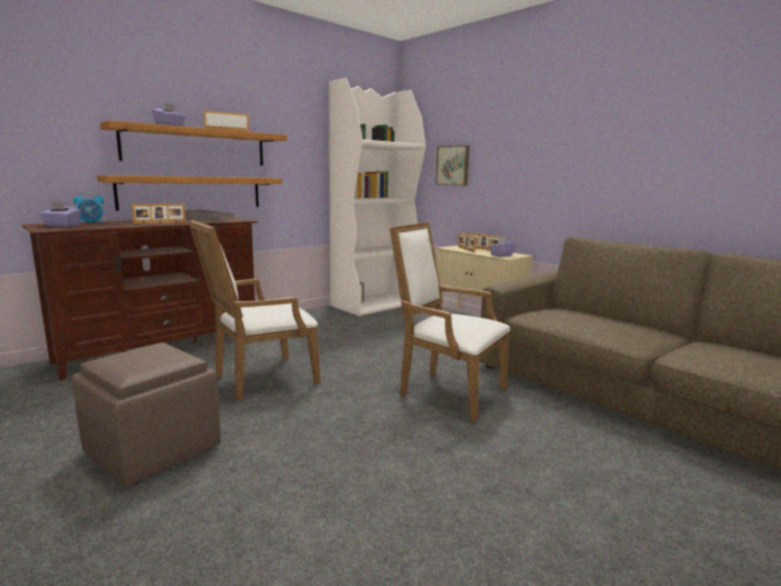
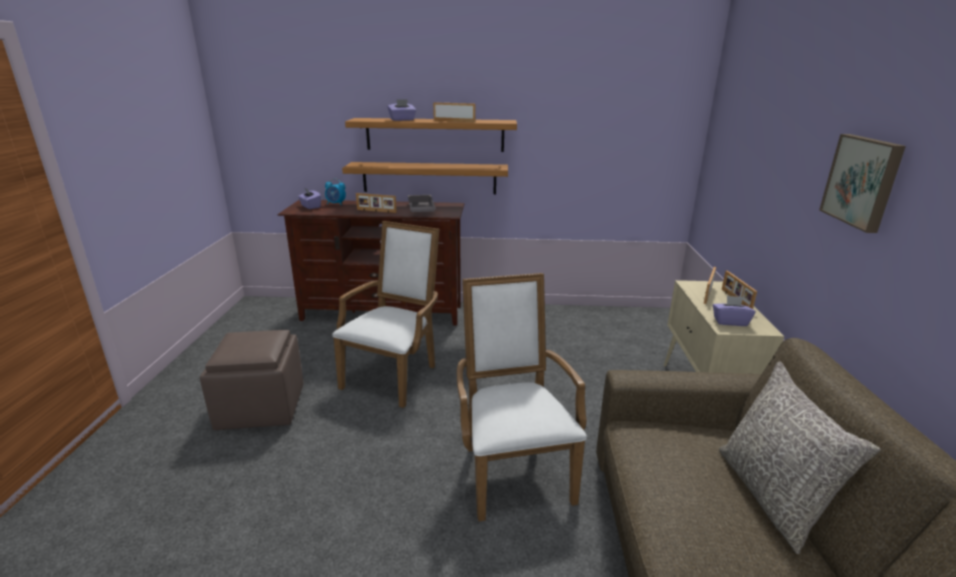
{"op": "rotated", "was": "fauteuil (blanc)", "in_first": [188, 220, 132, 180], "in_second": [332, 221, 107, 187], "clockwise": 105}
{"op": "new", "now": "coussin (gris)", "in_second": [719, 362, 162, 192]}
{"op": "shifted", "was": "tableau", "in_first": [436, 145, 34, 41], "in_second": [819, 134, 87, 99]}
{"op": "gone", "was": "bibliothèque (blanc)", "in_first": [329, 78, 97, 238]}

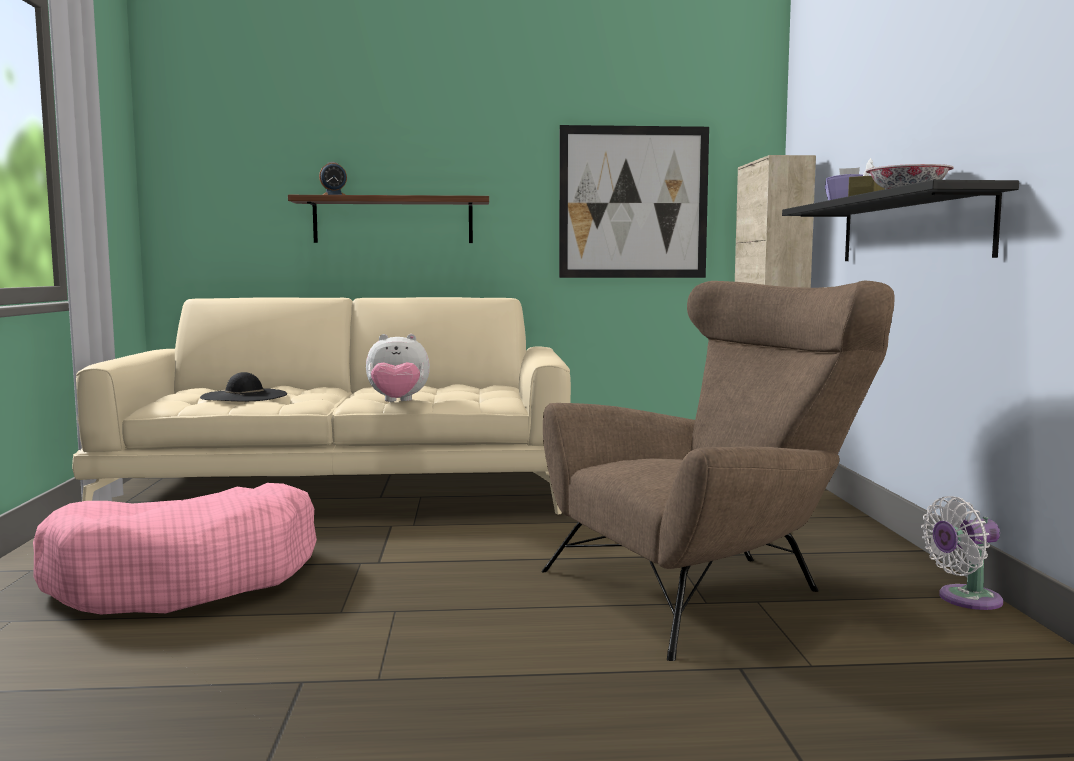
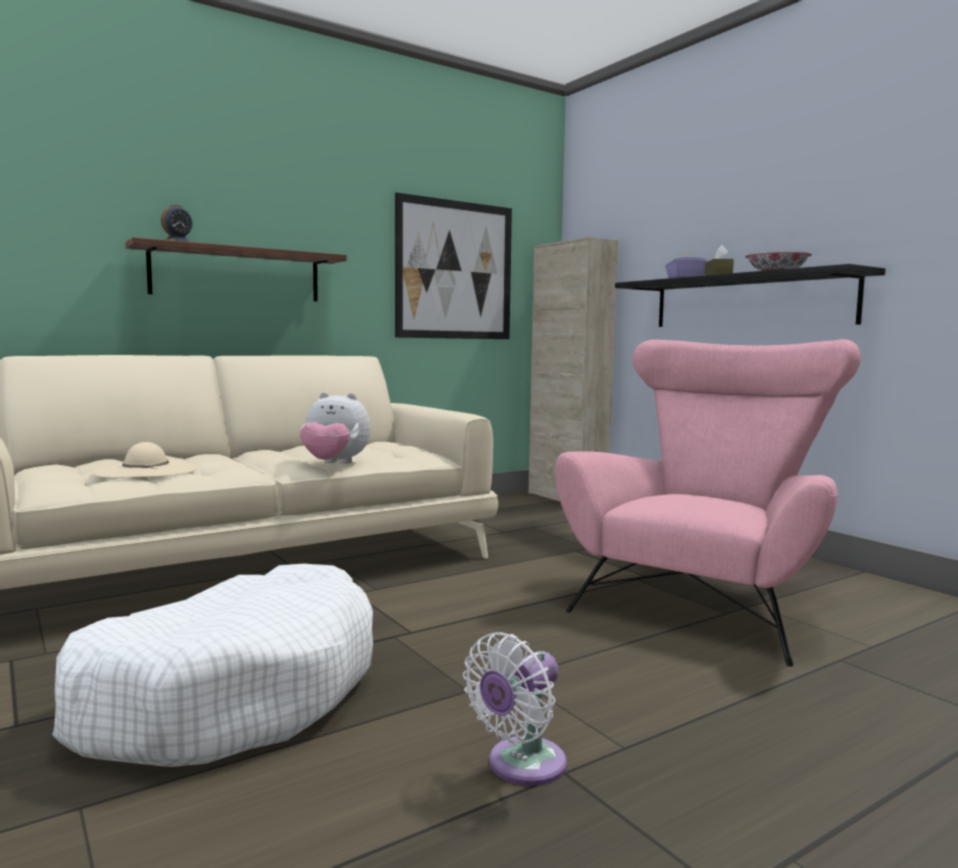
{"op": "repainted", "was": "panier pour chien (rose)", "now": "panier pour chien (blanc)", "in_first": [33, 483, 284, 132], "in_second": [53, 564, 320, 203]}
{"op": "repainted", "was": "chapeau (noir)", "now": "chapeau (beige)", "in_first": [200, 372, 87, 29], "in_second": [91, 442, 107, 36]}
{"op": "rotated", "was": "peluche", "in_first": [366, 334, 64, 68], "in_second": [300, 392, 71, 71], "clockwise": 45}
{"op": "shifted", "was": "ventilateur (blanc)", "in_first": [921, 496, 82, 114], "in_second": [463, 632, 104, 154]}
{"op": "repainted", "was": "fauteuil (marron)", "now": "fauteuil (rose)", "in_first": [541, 281, 353, 380], "in_second": [556, 339, 305, 328]}

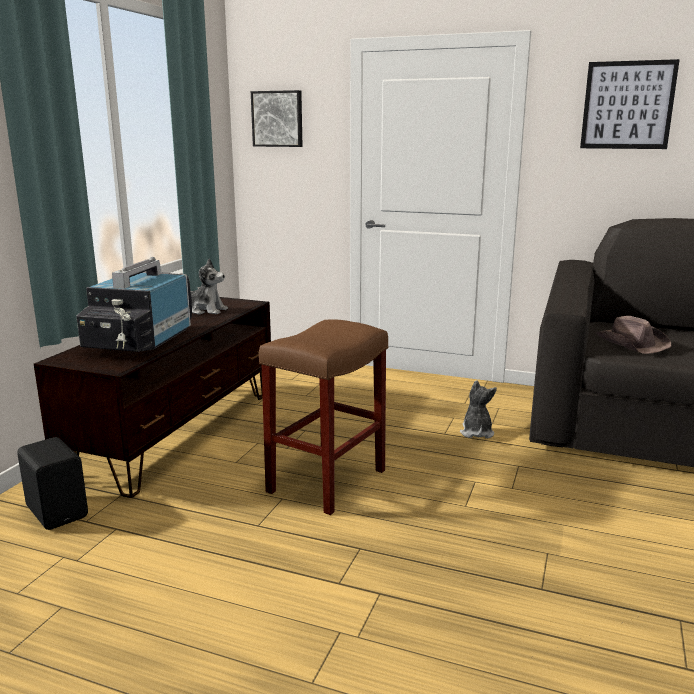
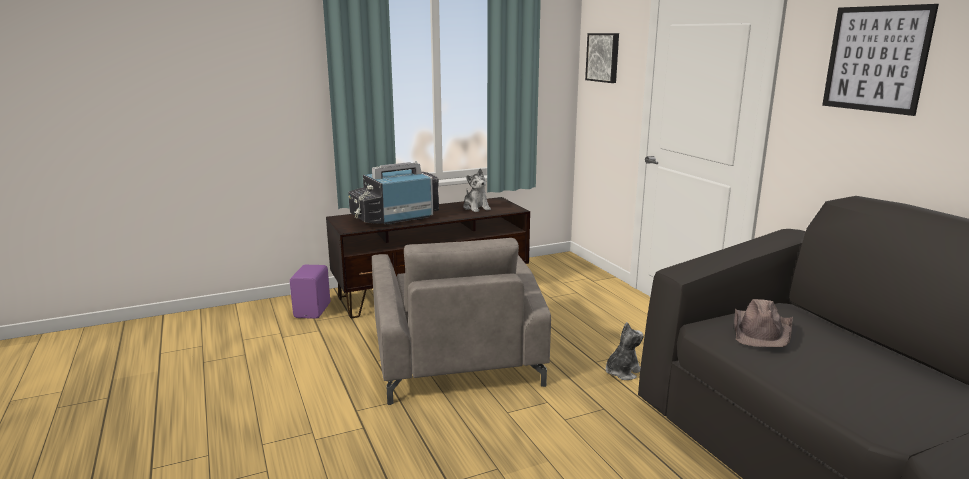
{"op": "repainted", "was": "enceinte (noir)", "now": "enceinte (violet)", "in_first": [17, 437, 71, 93], "in_second": [290, 265, 40, 54]}
{"op": "swapped", "was": "tabouret (marron)", "now": "fauteuil (gris)", "in_first": [259, 319, 129, 196], "in_second": [372, 238, 179, 167]}

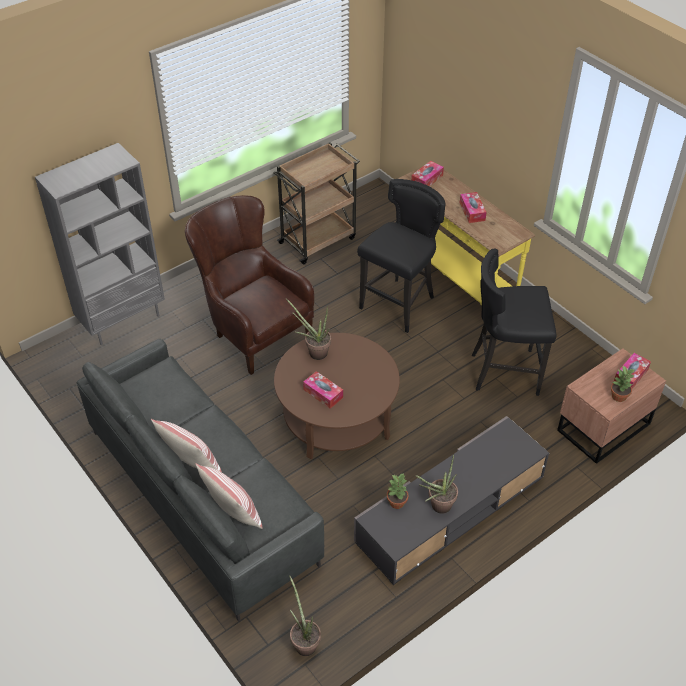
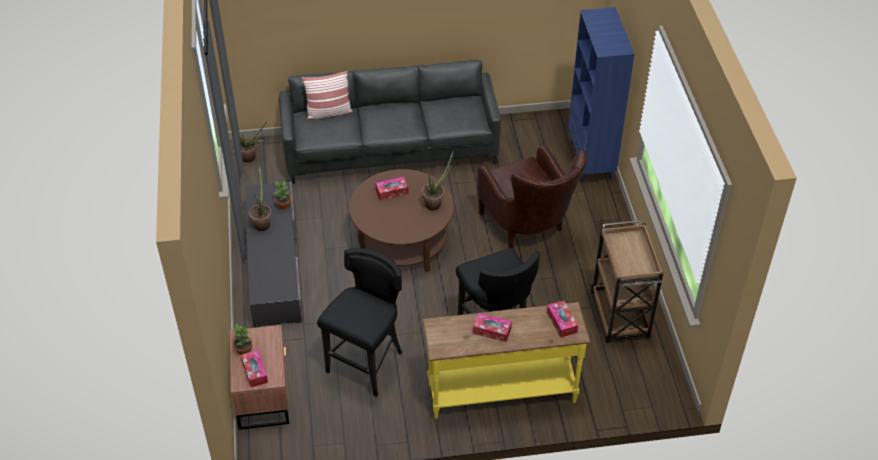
{"op": "rotated", "was": "fauteuil (marron)", "in_first": [185, 195, 129, 180], "in_second": [477, 145, 110, 103], "clockwise": 75}
{"op": "repainted", "was": "bibliothèque (gris)", "now": "bibliothèque (bleu)", "in_first": [35, 143, 130, 202], "in_second": [568, 7, 67, 176]}
{"op": "gone", "was": "coussin", "in_first": [151, 419, 71, 53]}

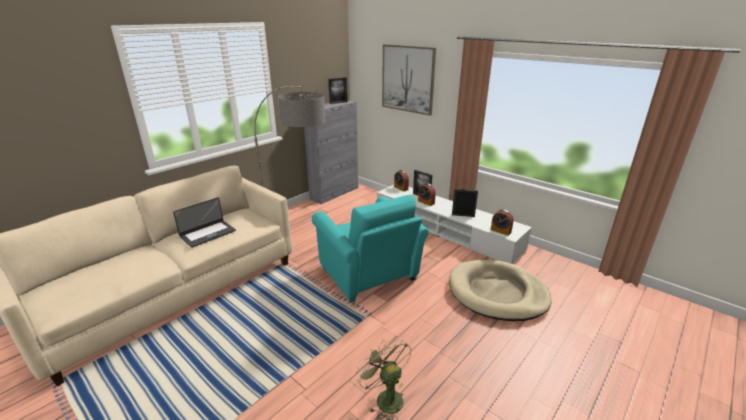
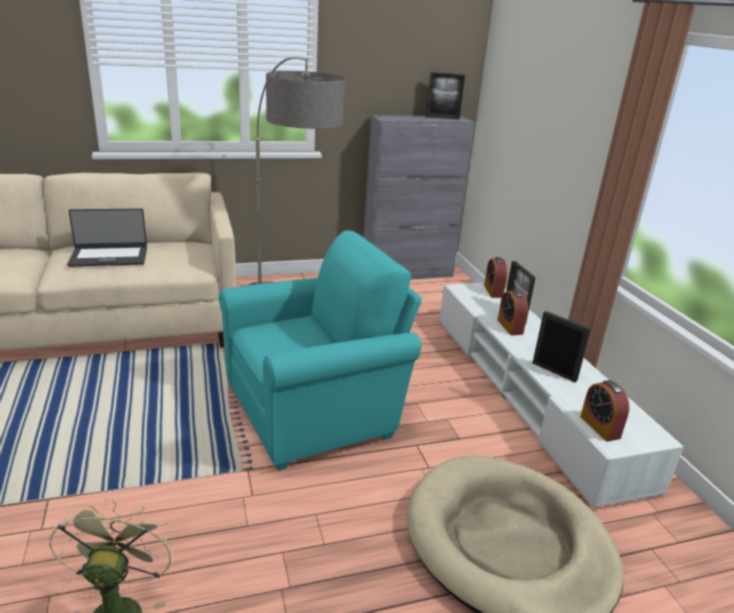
{"op": "rotated", "was": "fauteuil (turquoise)", "in_first": [312, 195, 117, 108], "in_second": [219, 230, 203, 241], "clockwise": -120}
{"op": "gone", "was": "tableau", "in_first": [382, 44, 54, 71]}

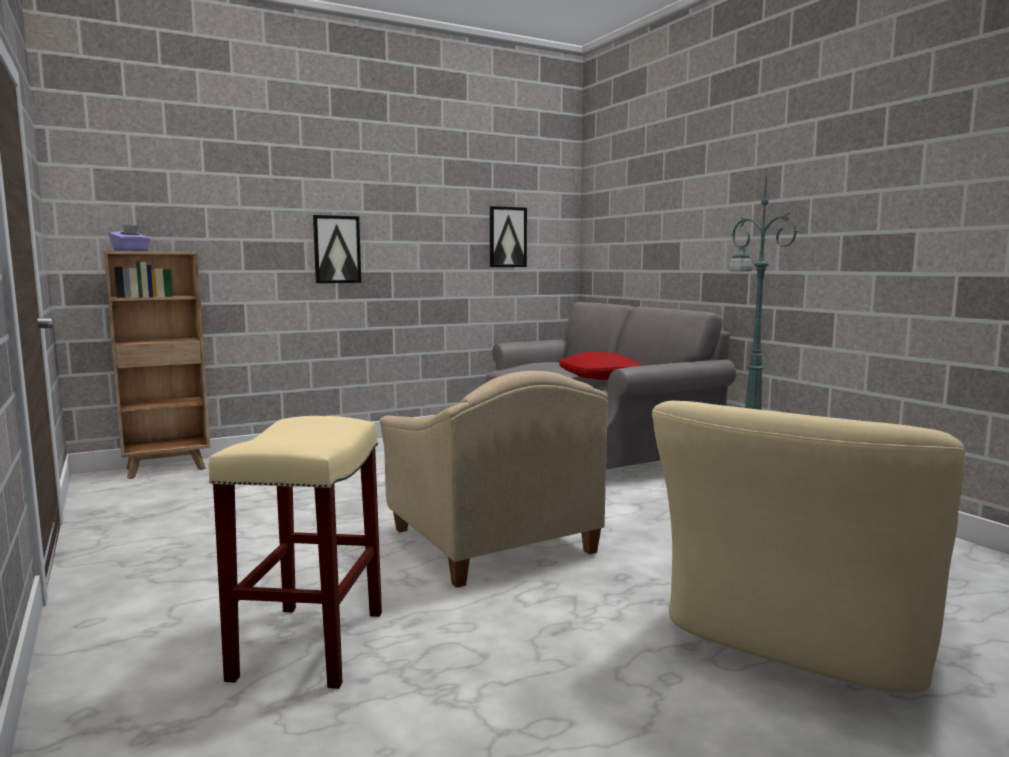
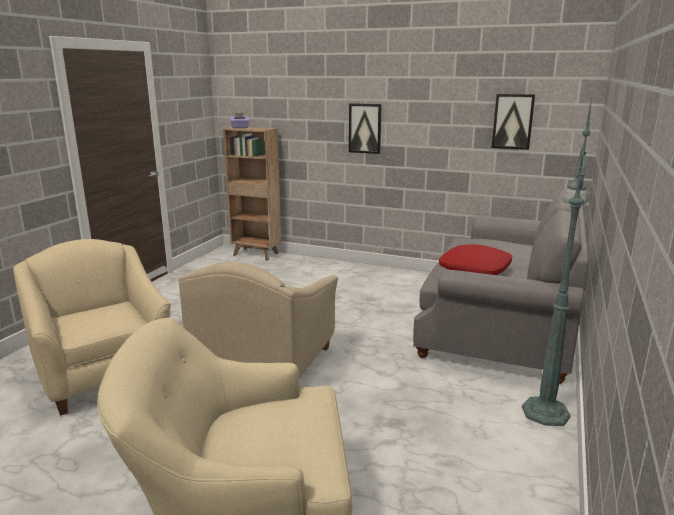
{"op": "swapped", "was": "tabouret (beige)", "now": "fauteuil (beige)", "in_first": [209, 416, 173, 273], "in_second": [13, 239, 158, 177]}

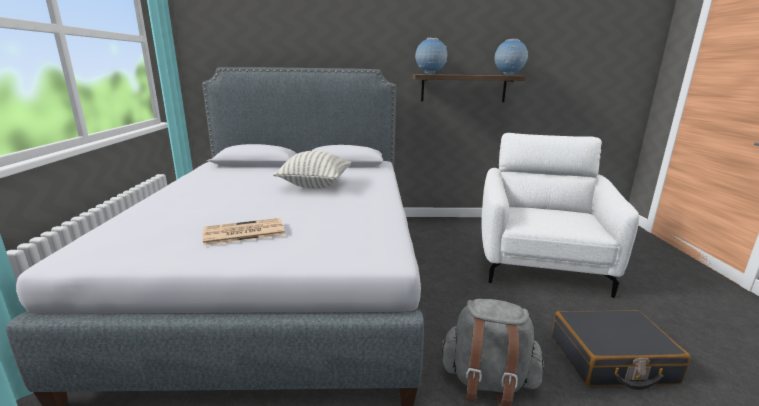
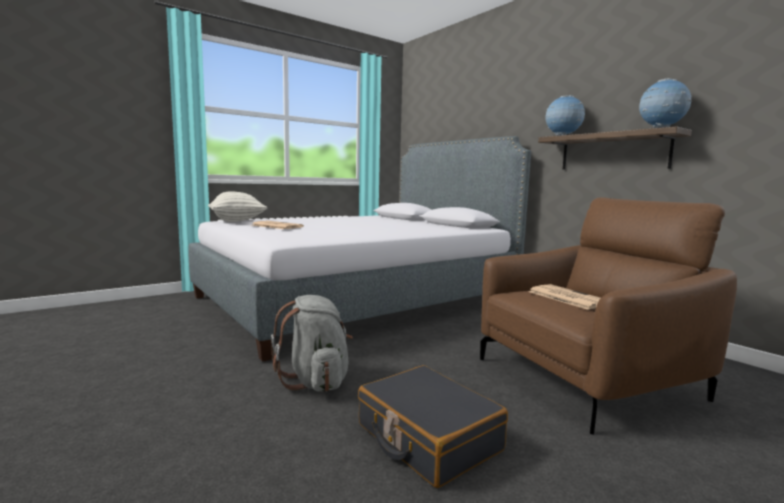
{"op": "shifted", "was": "coussin", "in_first": [273, 151, 78, 38], "in_second": [208, 191, 59, 31]}
{"op": "repainted", "was": "fauteuil (blanc)", "now": "fauteuil (marron)", "in_first": [481, 133, 158, 165], "in_second": [480, 197, 257, 238]}
{"op": "new", "now": "journal", "in_second": [529, 284, 71, 26]}

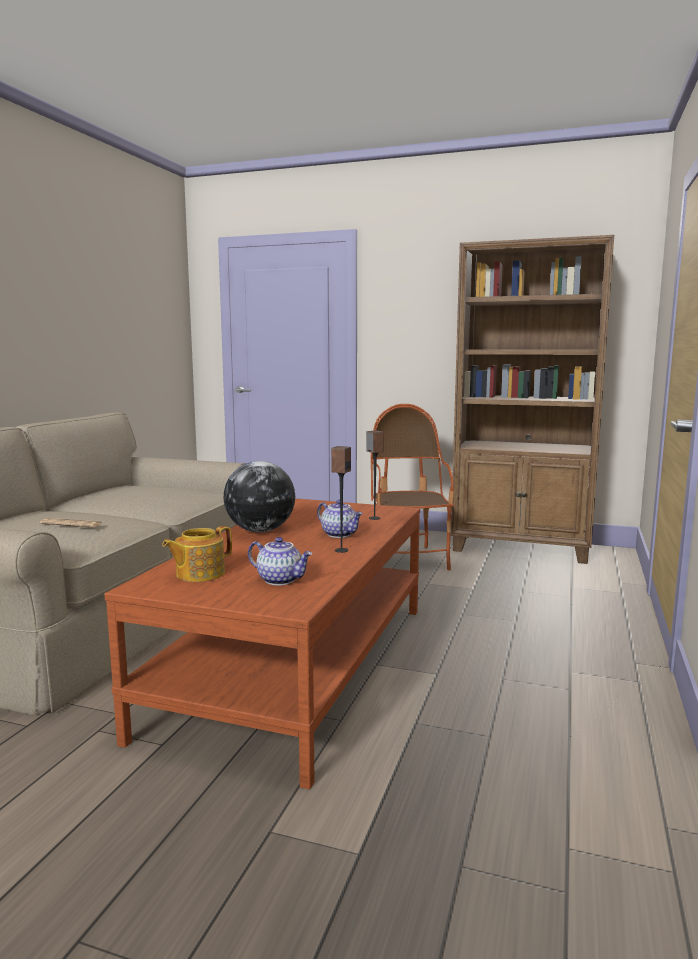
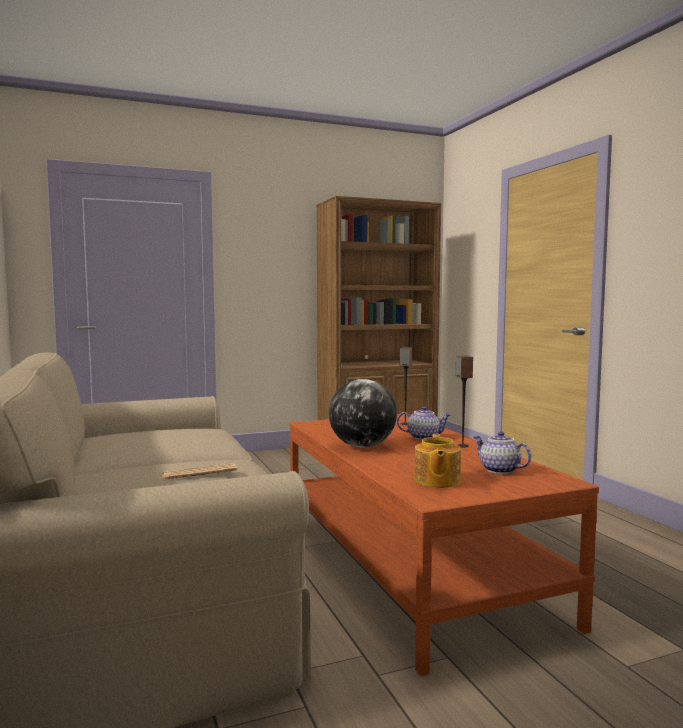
{"op": "rotated", "was": "théière", "in_first": [248, 537, 64, 48], "in_second": [473, 431, 58, 43], "clockwise": -120}
{"op": "gone", "was": "fauteuil", "in_first": [371, 404, 83, 166]}

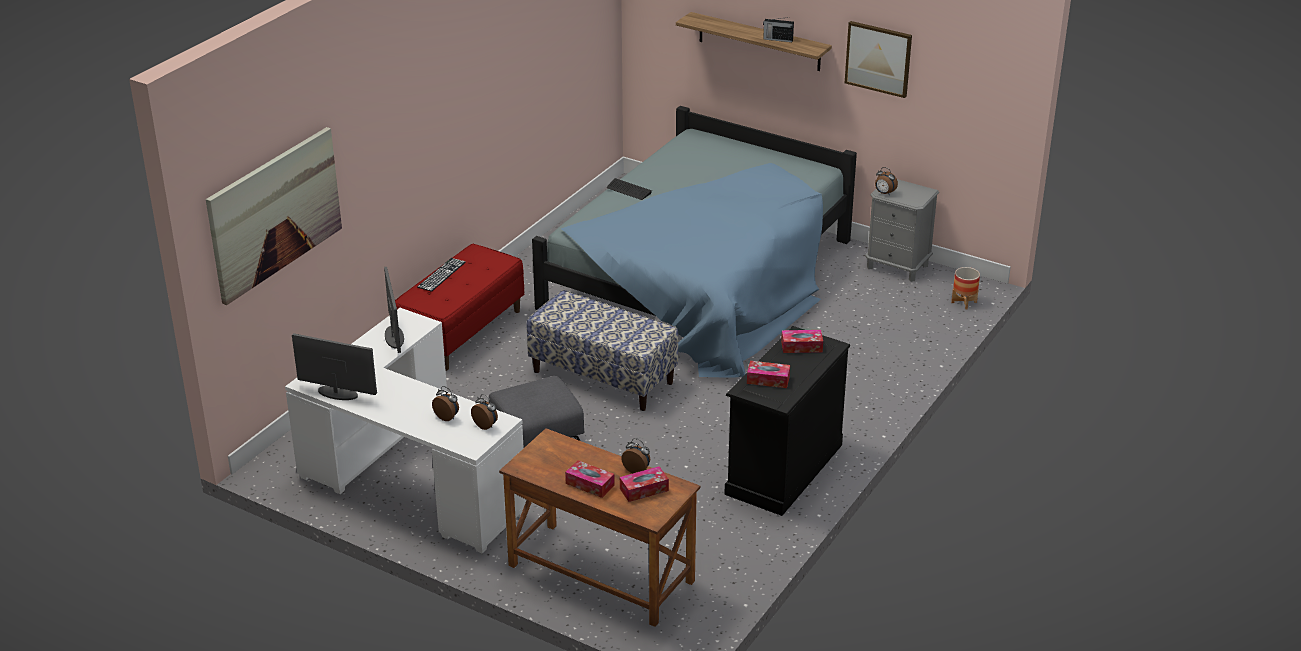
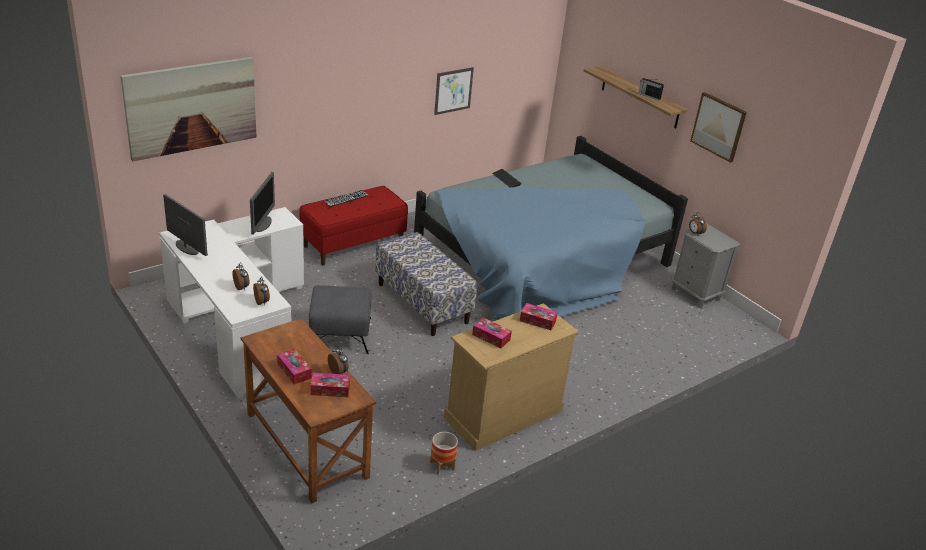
{"op": "shifted", "was": "cache-pot", "in_first": [951, 267, 29, 43], "in_second": [430, 432, 28, 43]}
{"op": "new", "now": "tableau", "in_second": [434, 67, 40, 48]}
{"op": "repainted", "was": "commode (noir)", "now": "commode (beige)", "in_first": [724, 326, 126, 190], "in_second": [444, 303, 134, 148]}

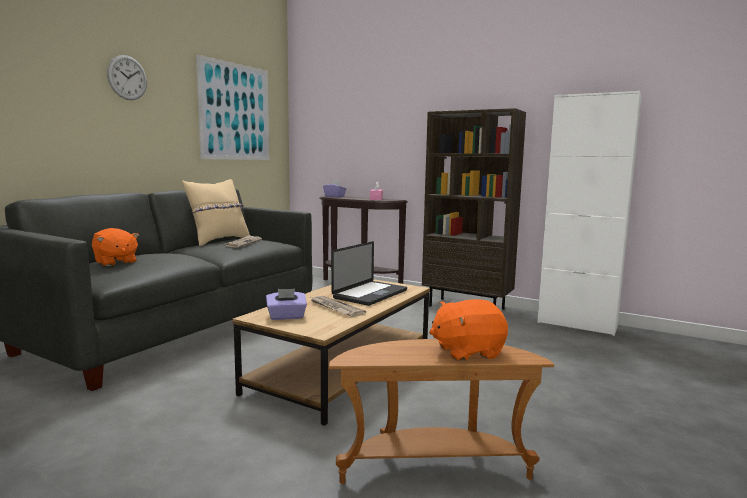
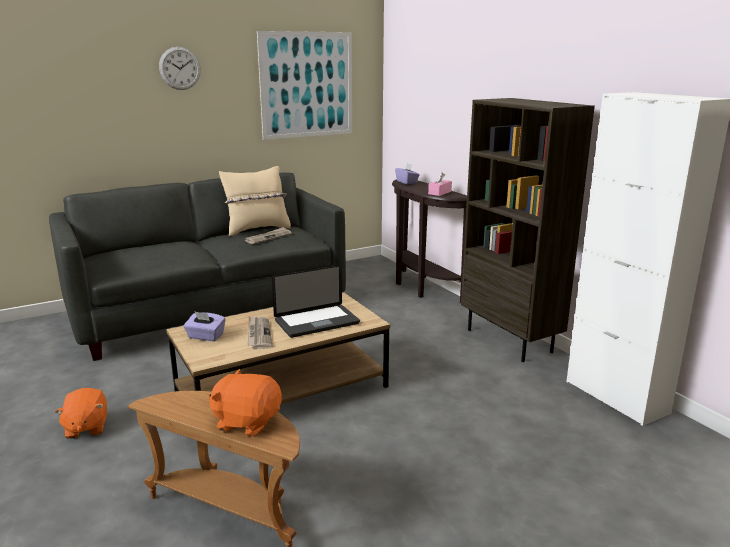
{"op": "shifted", "was": "peluche (orange)", "in_first": [92, 228, 47, 38], "in_second": [55, 388, 52, 51]}

